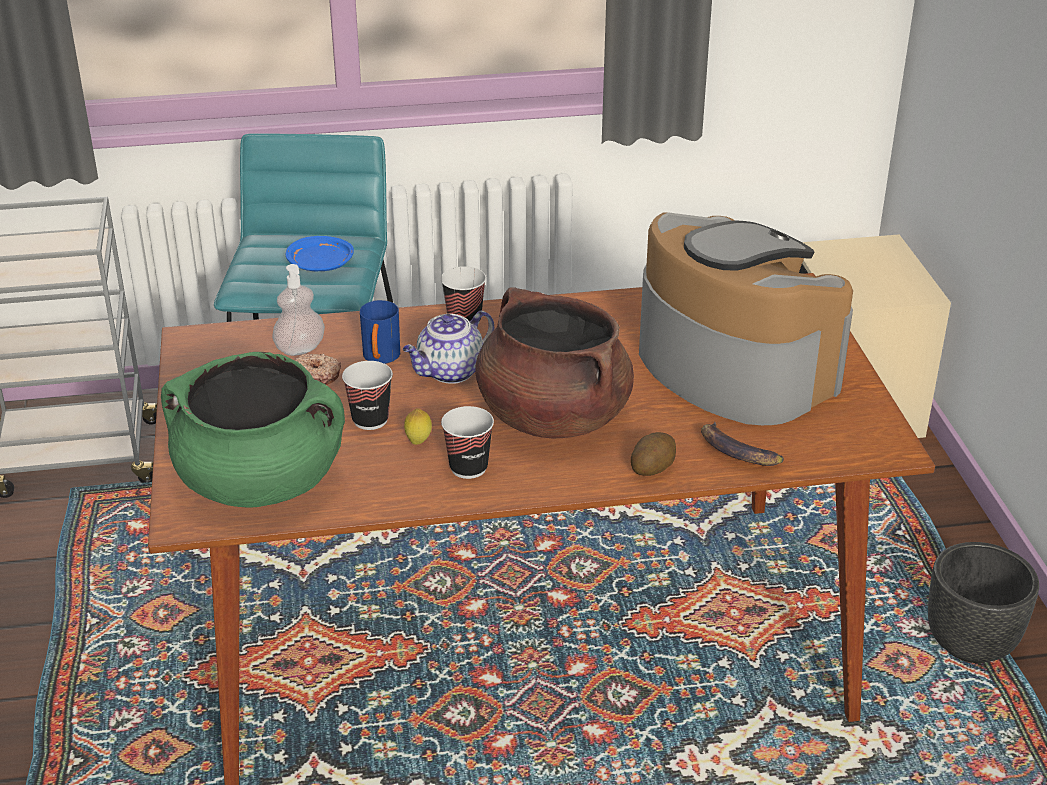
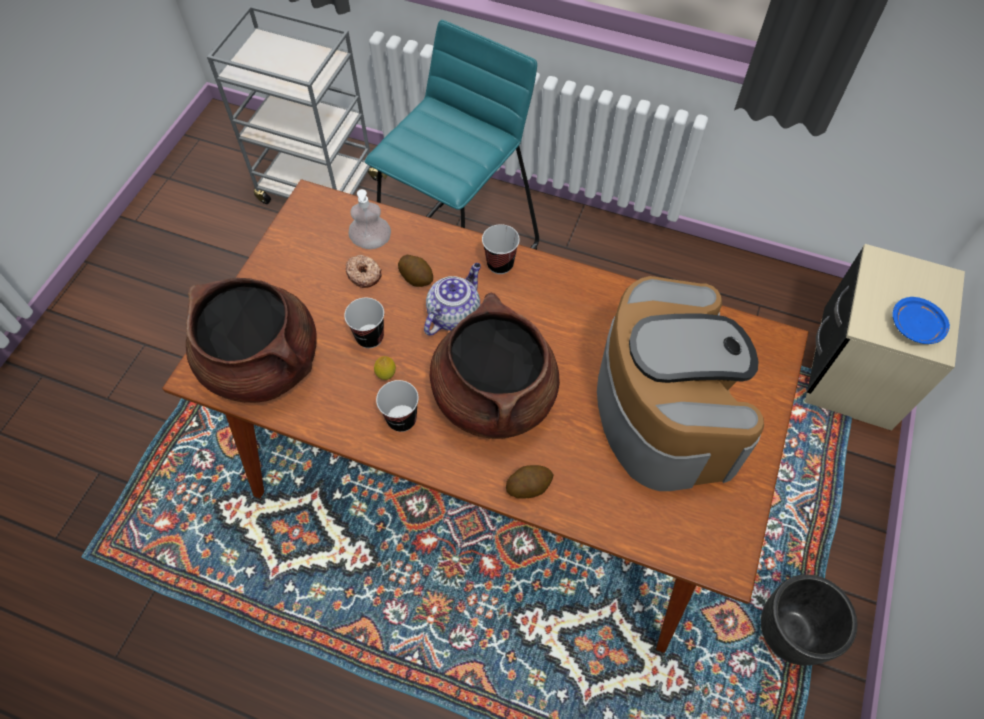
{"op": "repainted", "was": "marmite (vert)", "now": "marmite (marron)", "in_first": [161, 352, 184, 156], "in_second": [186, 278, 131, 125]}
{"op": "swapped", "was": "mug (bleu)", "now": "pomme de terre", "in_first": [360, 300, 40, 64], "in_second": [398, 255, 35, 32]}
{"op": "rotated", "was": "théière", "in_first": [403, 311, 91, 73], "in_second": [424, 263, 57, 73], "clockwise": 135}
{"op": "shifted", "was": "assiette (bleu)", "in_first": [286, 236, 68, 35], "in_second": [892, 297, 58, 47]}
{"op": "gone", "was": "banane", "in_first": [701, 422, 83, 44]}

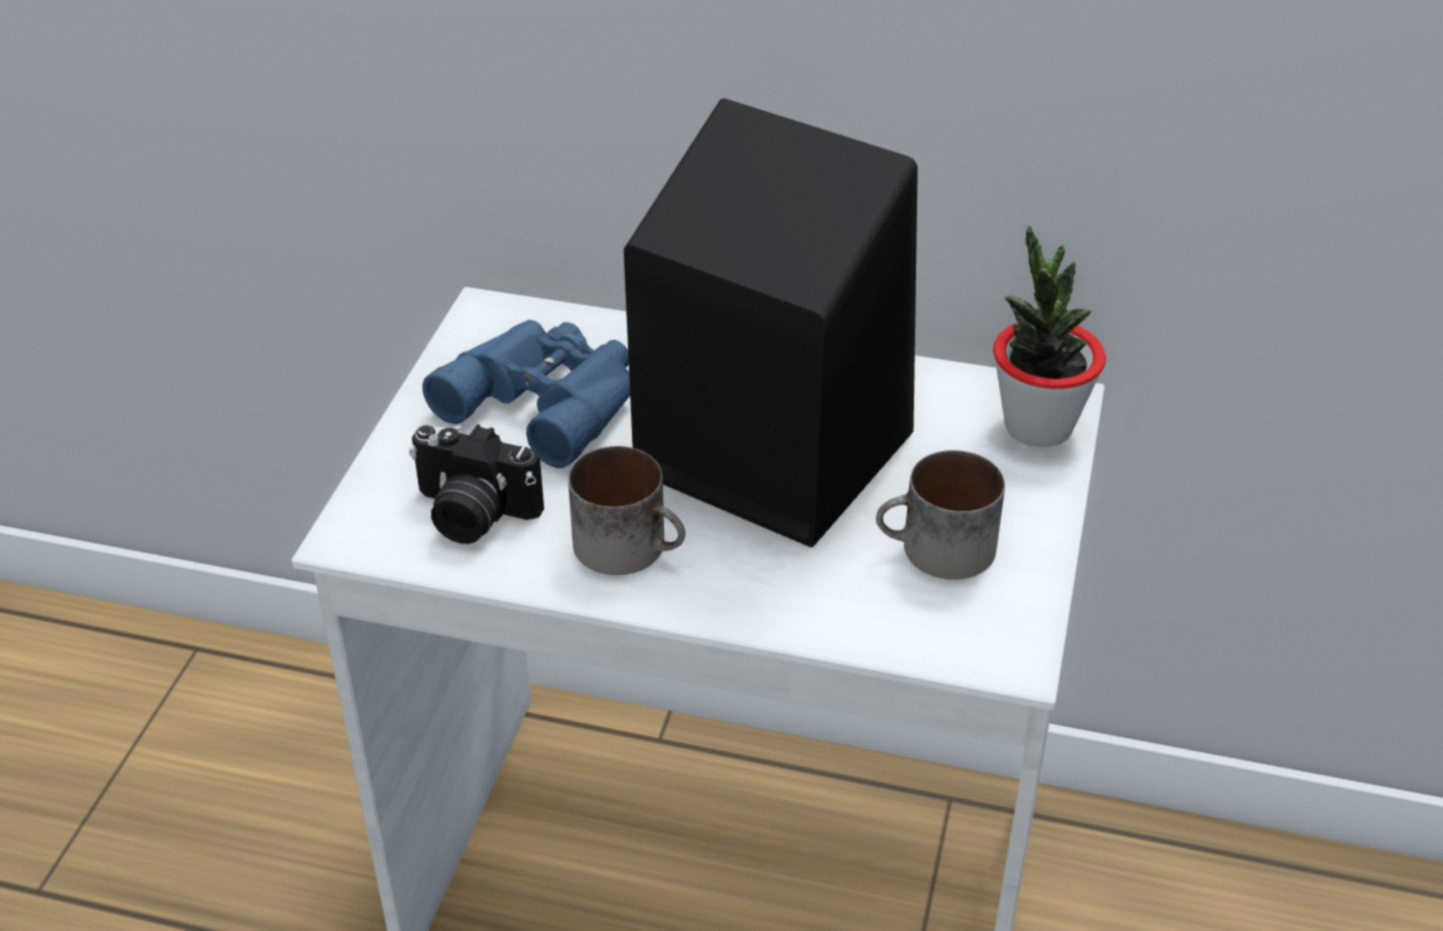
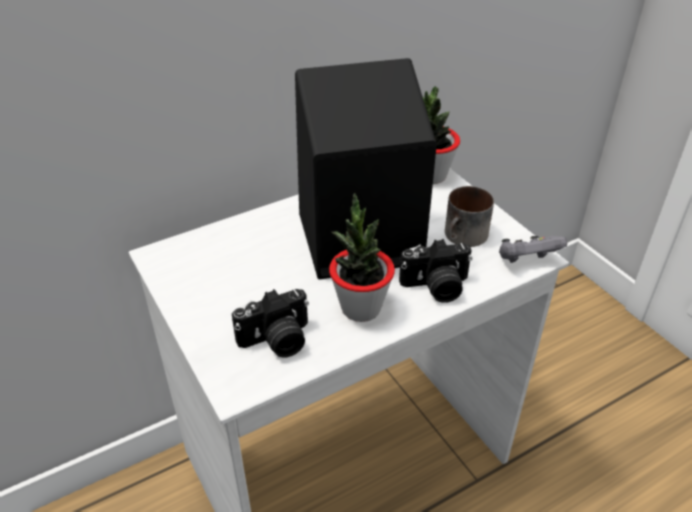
{"op": "swapped", "was": "mug", "now": "plante en pot", "in_first": [568, 446, 118, 129], "in_second": [329, 193, 66, 129]}
{"op": "new", "now": "appareil photo", "in_second": [399, 239, 73, 64]}
{"op": "new", "now": "manette (gris)", "in_second": [499, 236, 68, 27]}
{"op": "gone", "was": "jumelles (bleu)", "in_first": [422, 320, 208, 148]}

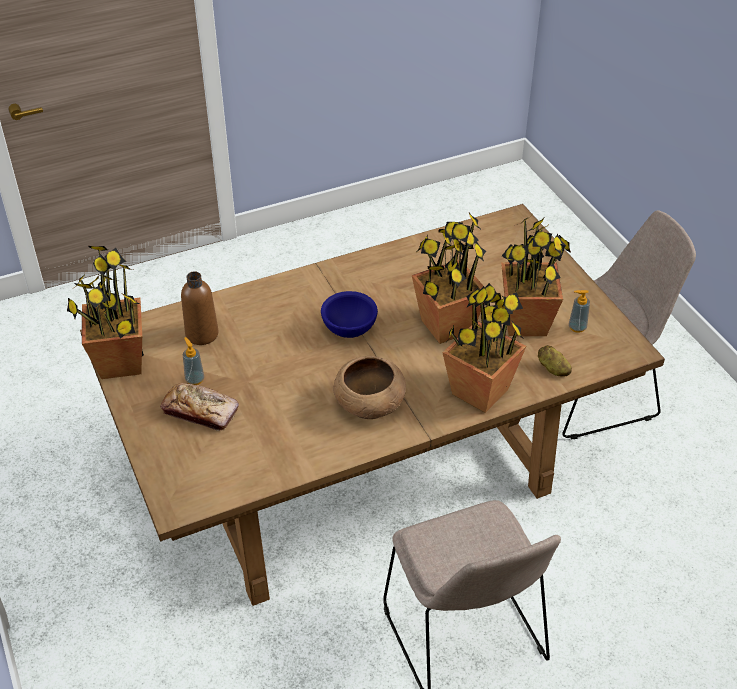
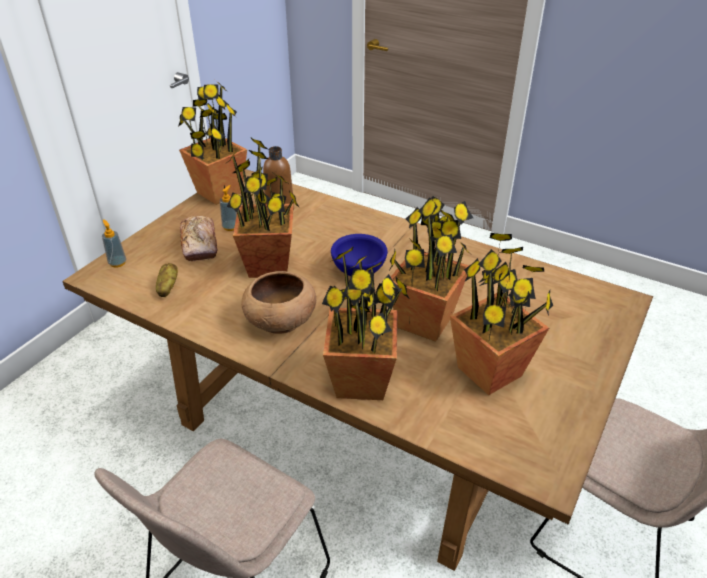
{"op": "shifted", "was": "distributeur de savon", "in_first": [569, 290, 21, 43], "in_second": [102, 219, 24, 49]}
{"op": "shifted", "was": "pomme de terre", "in_first": [538, 345, 34, 31], "in_second": [156, 263, 22, 34]}
{"op": "new", "now": "plante en pot", "in_second": [225, 137, 75, 141]}

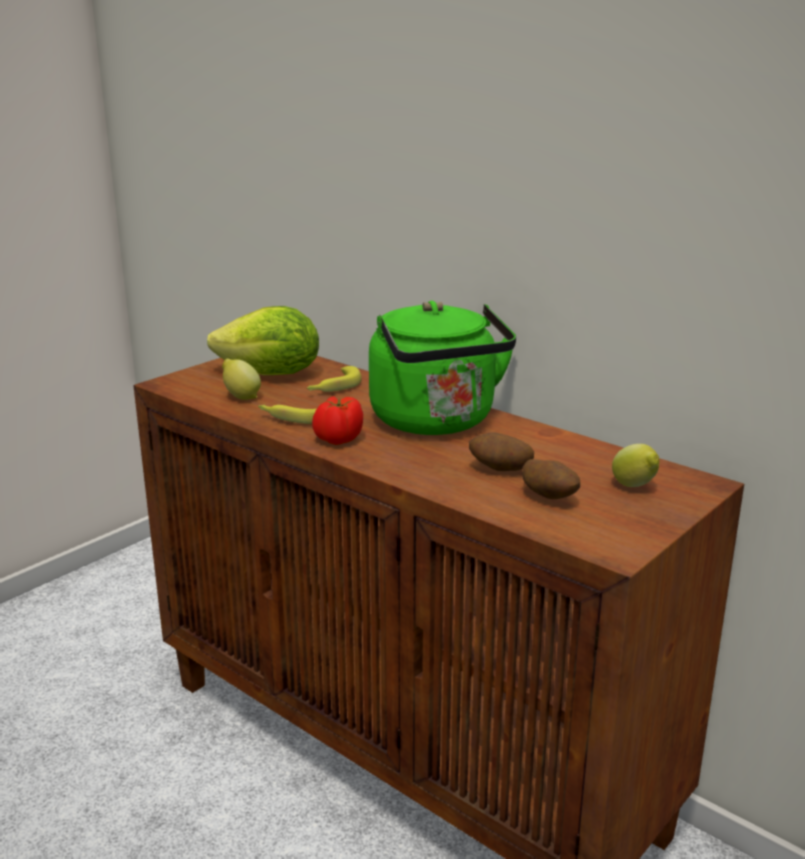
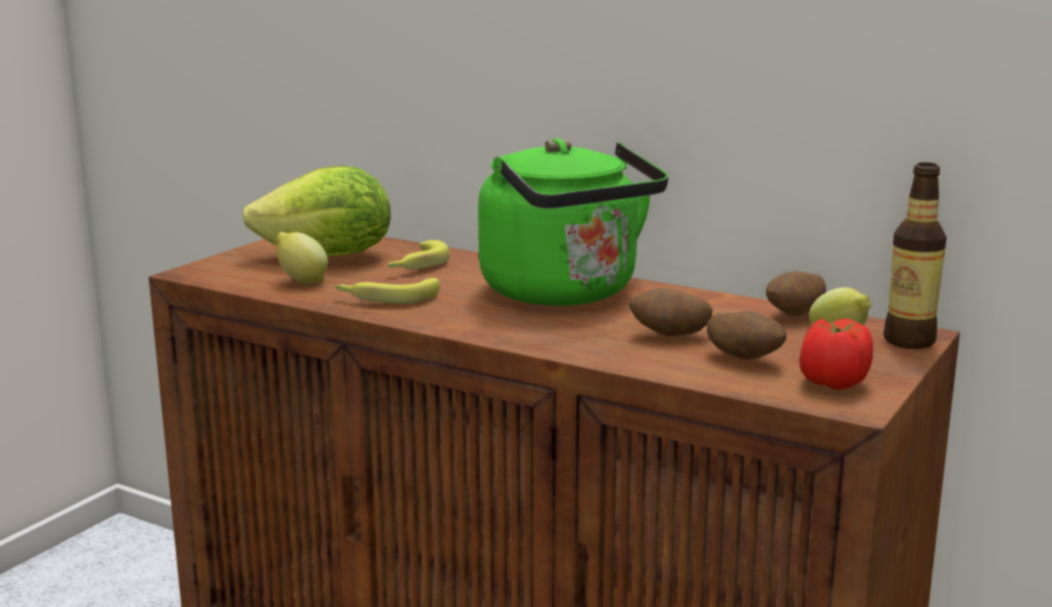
{"op": "new", "now": "pomme de terre", "in_second": [766, 271, 60, 45]}
{"op": "shifted", "was": "tomate", "in_first": [312, 396, 51, 49], "in_second": [799, 318, 74, 72]}
{"op": "new", "now": "bouteille", "in_second": [884, 162, 62, 187]}

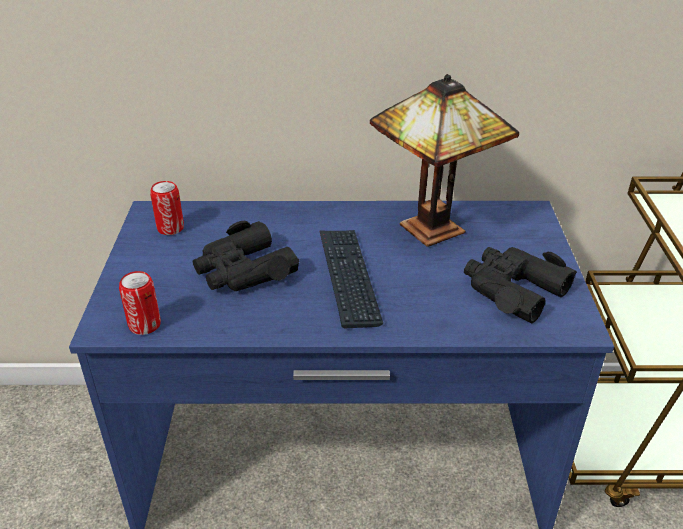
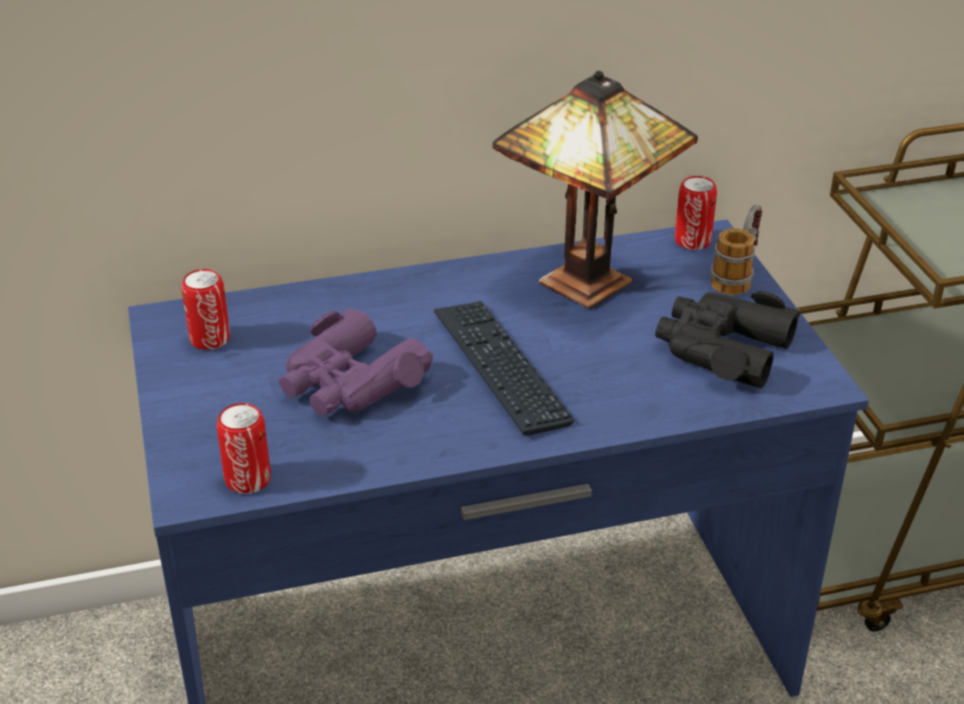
{"op": "repainted", "was": "jumelles (noir)", "now": "jumelles (violet)", "in_first": [193, 221, 106, 70], "in_second": [279, 309, 154, 107]}
{"op": "new", "now": "boîte métallique", "in_second": [675, 176, 42, 74]}
{"op": "new", "now": "mug", "in_second": [711, 204, 52, 91]}

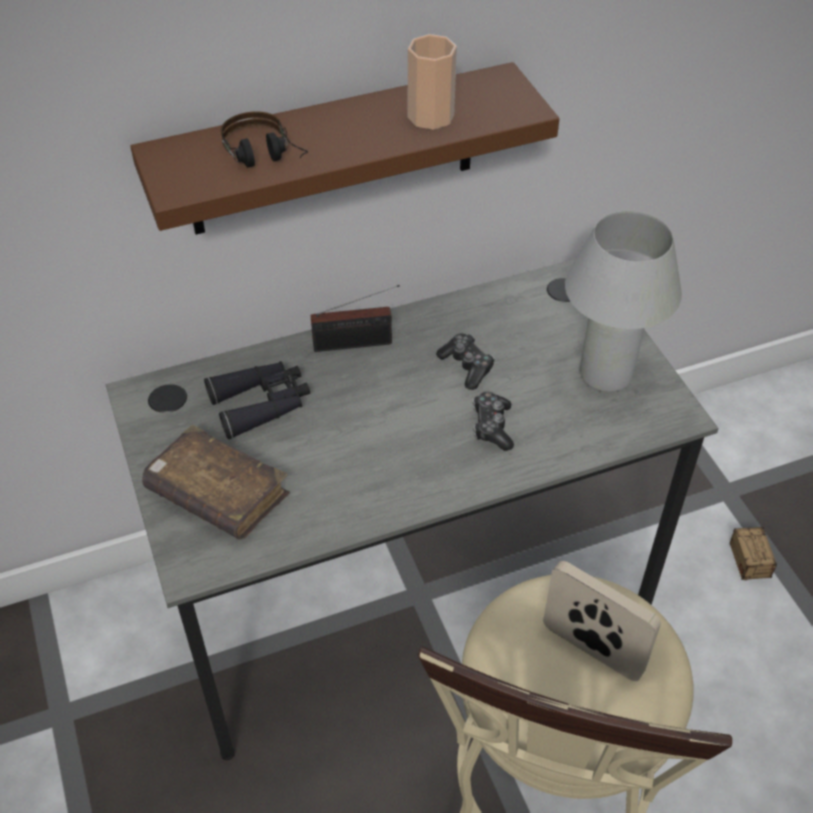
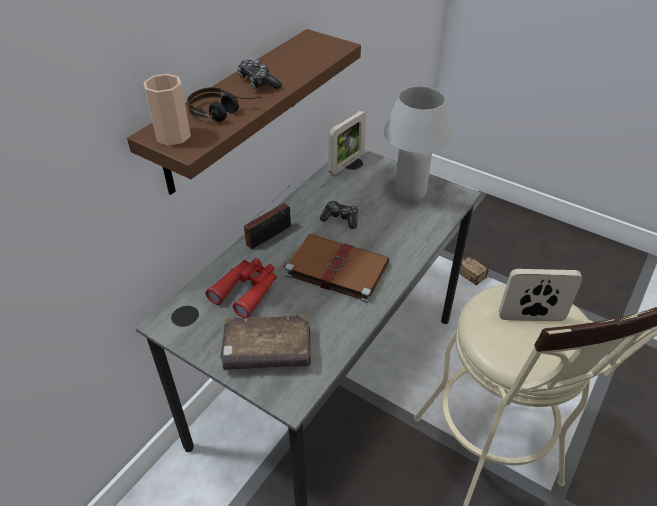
{"op": "shifted", "was": "tasse", "in_first": [408, 34, 49, 96], "in_second": [144, 74, 47, 72]}
{"op": "repainted", "was": "jumelles (noir)", "now": "jumelles (rouge)", "in_first": [204, 361, 106, 78], "in_second": [206, 258, 71, 60]}
{"op": "shifted", "was": "manette", "in_first": [472, 392, 42, 59], "in_second": [237, 60, 45, 29]}
{"op": "new", "now": "livre (marron)", "in_second": [282, 234, 107, 69]}
{"op": "new", "now": "cadre photo", "in_second": [328, 111, 38, 64]}

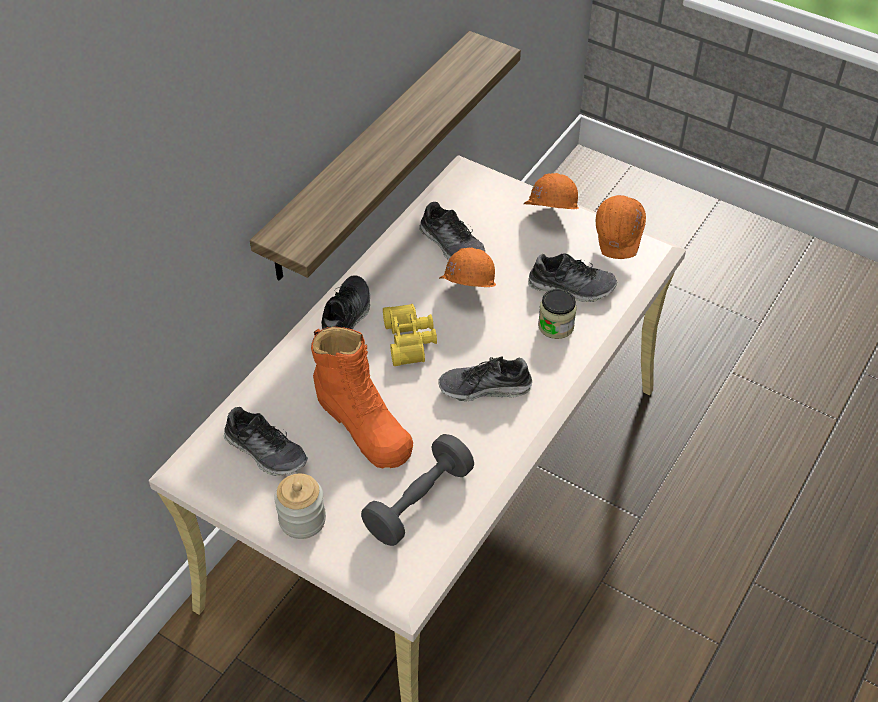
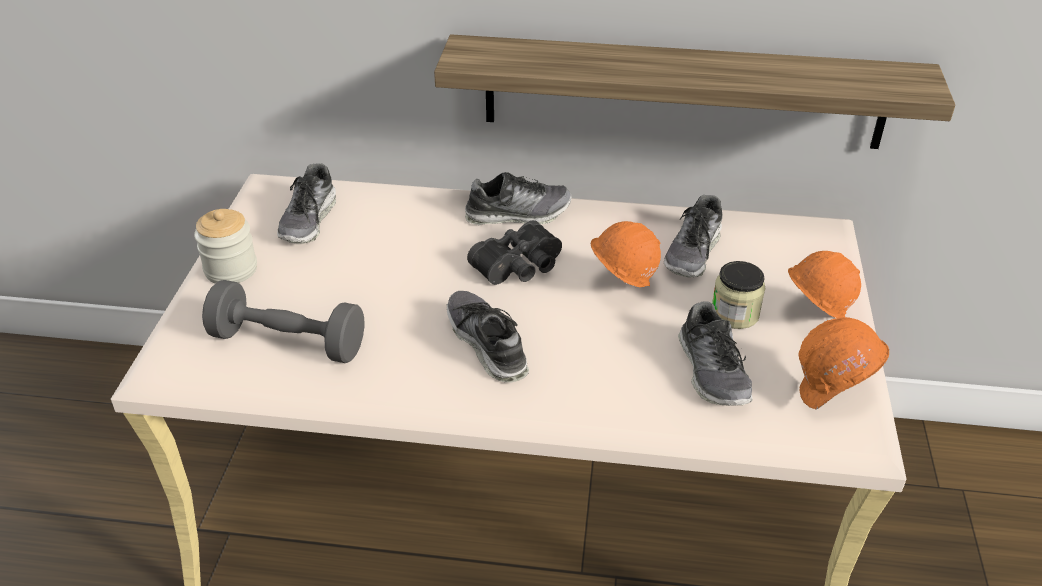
{"op": "repainted", "was": "jumelles (jaune)", "now": "jumelles (noir)", "in_first": [383, 304, 54, 62], "in_second": [467, 220, 95, 65]}
{"op": "shifted", "was": "bocal", "in_first": [538, 289, 39, 50], "in_second": [712, 261, 53, 68]}
{"op": "gone", "was": "botte (orange)", "in_first": [311, 327, 102, 142]}

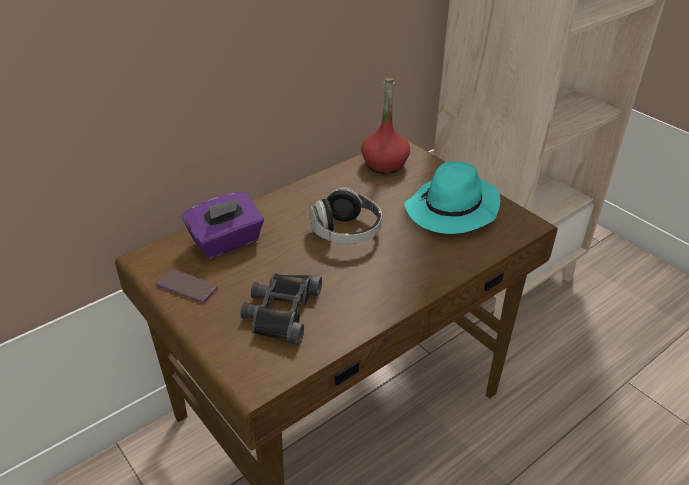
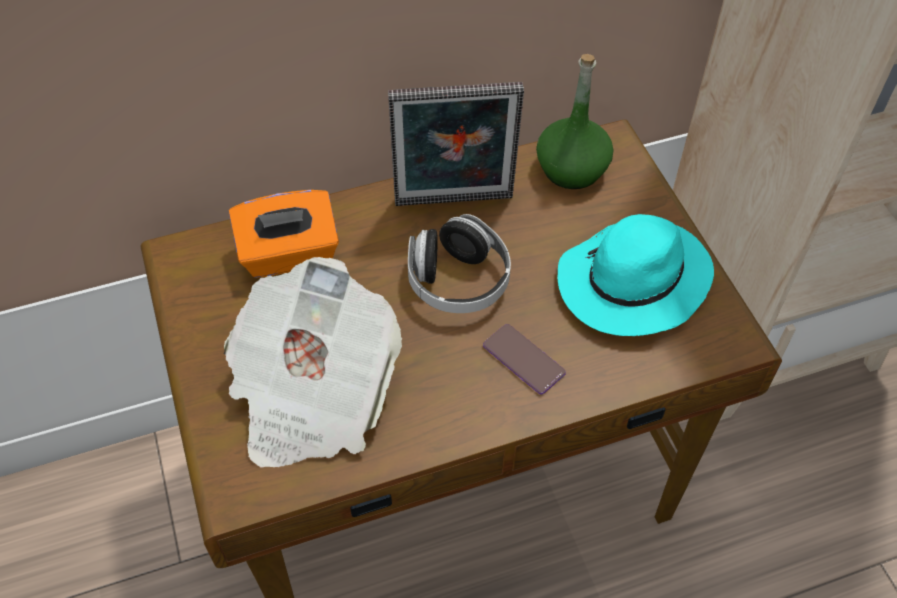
{"op": "swapped", "was": "jumelles (noir)", "now": "journal", "in_first": [240, 273, 82, 72], "in_second": [224, 257, 178, 211]}
{"op": "repainted", "was": "boîte à mouchoirs (violet)", "now": "boîte à mouchoirs (orange)", "in_first": [182, 192, 82, 67], "in_second": [229, 190, 110, 88]}
{"op": "new", "now": "cadre photo", "in_second": [388, 82, 136, 124]}
{"op": "shifted", "was": "téléphone", "in_first": [156, 269, 62, 34], "in_second": [483, 324, 83, 71]}
{"op": "repainted", "was": "bouteille (rouge)", "now": "bouteille (vert)", "in_first": [361, 78, 49, 96], "in_second": [536, 54, 77, 135]}

